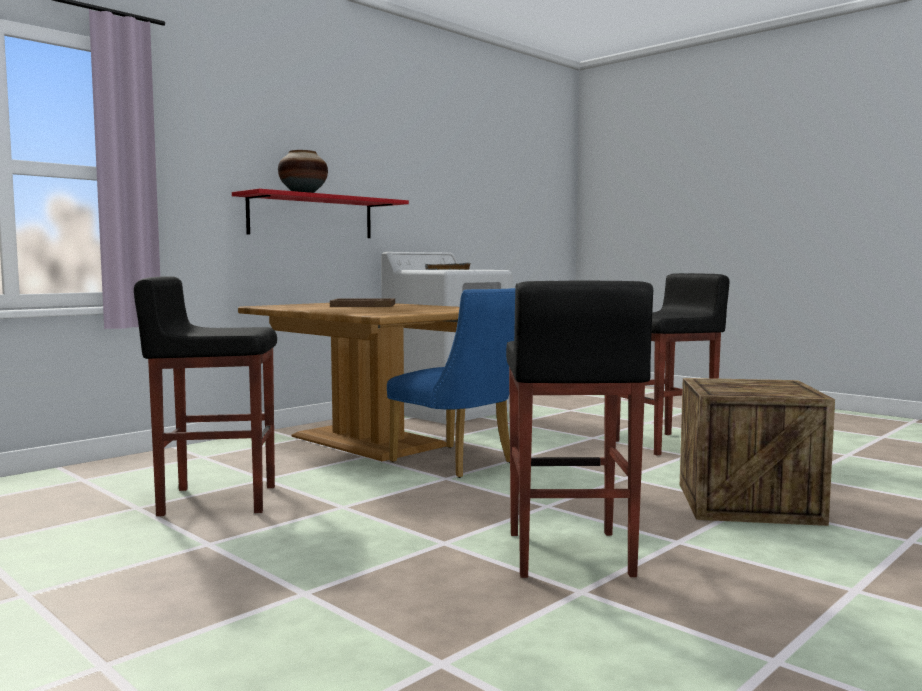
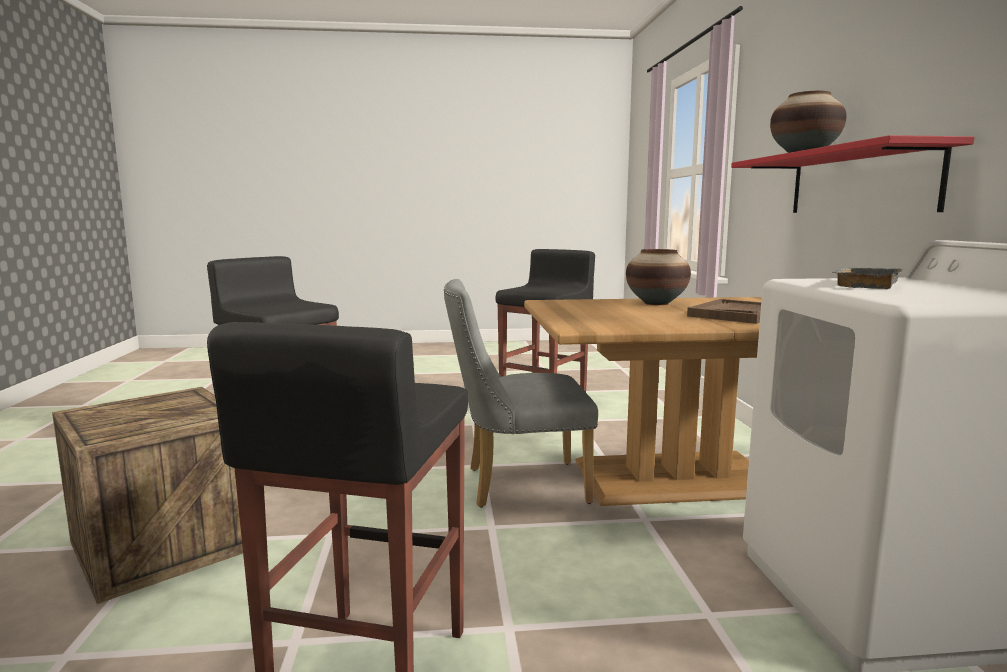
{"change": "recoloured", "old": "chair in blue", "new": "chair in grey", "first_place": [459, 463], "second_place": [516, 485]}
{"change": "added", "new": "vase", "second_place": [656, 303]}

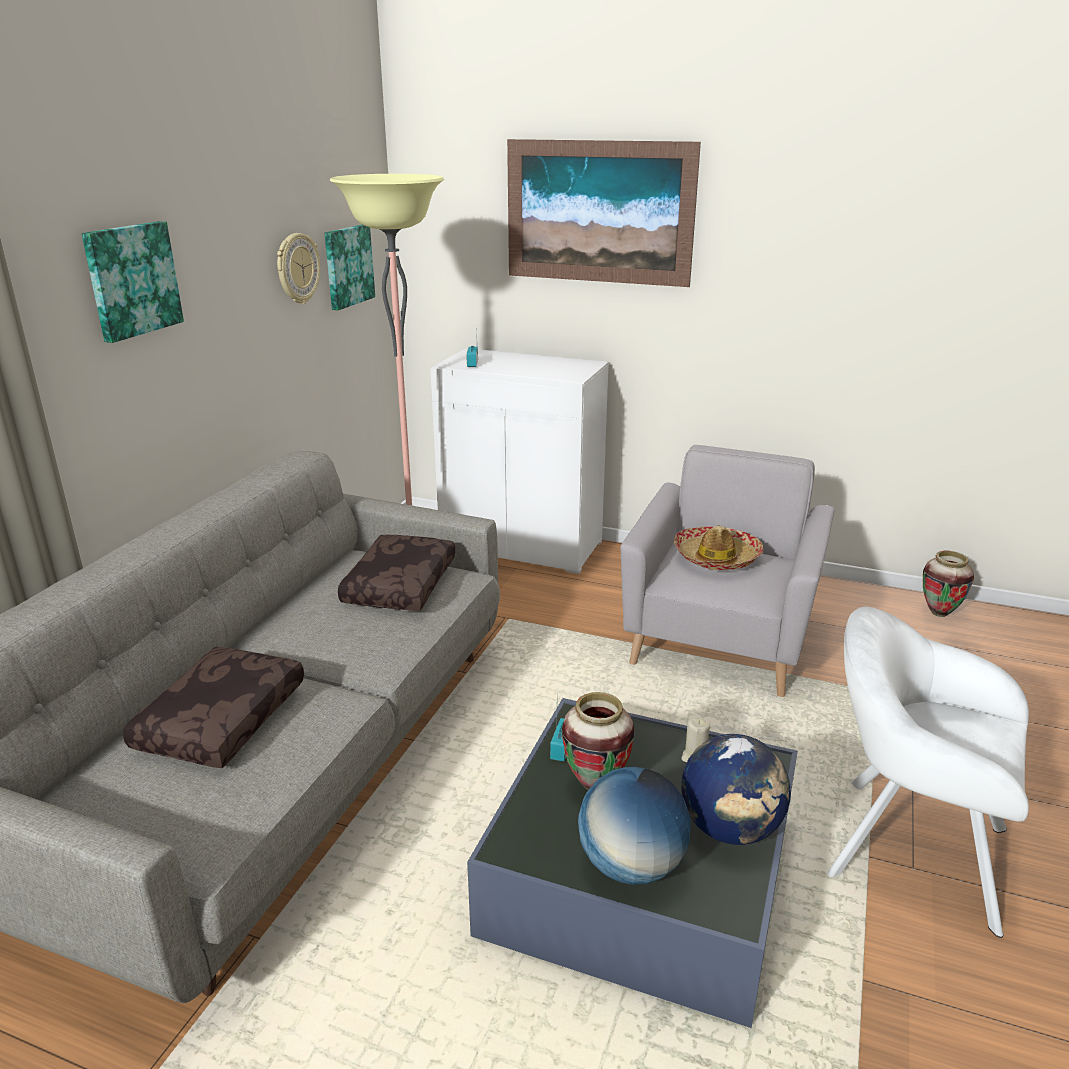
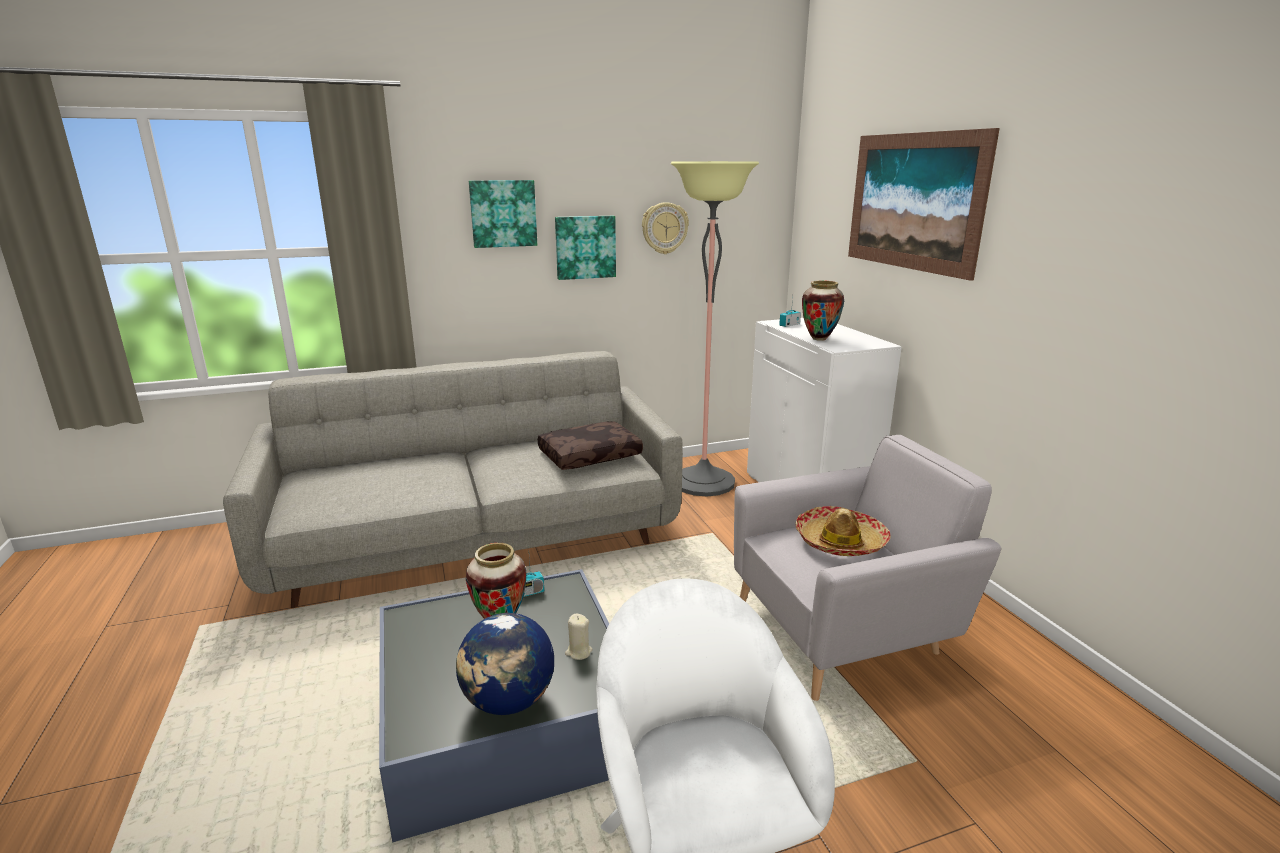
{"change": "moved", "old": "picture", "first_place": [347, 266], "second_place": [585, 247]}
{"change": "moved", "old": "vase", "first_place": [939, 613], "second_place": [819, 339]}
{"change": "removed", "old": "pillow in brown", "first_place": [220, 719]}
{"change": "removed", "old": "globe", "first_place": [631, 866]}

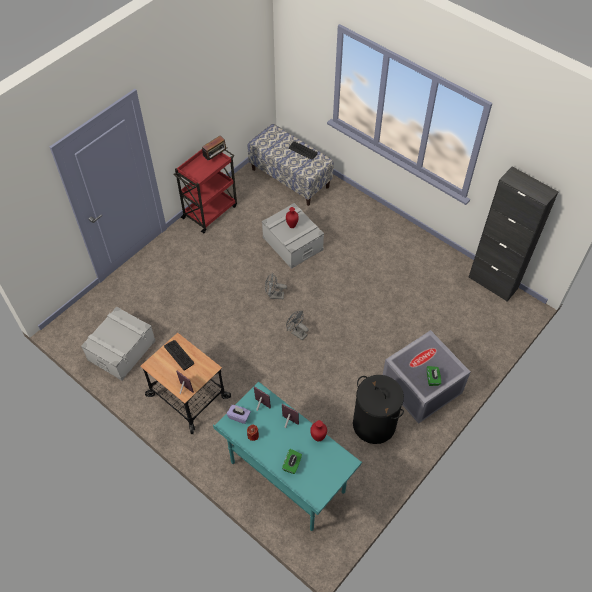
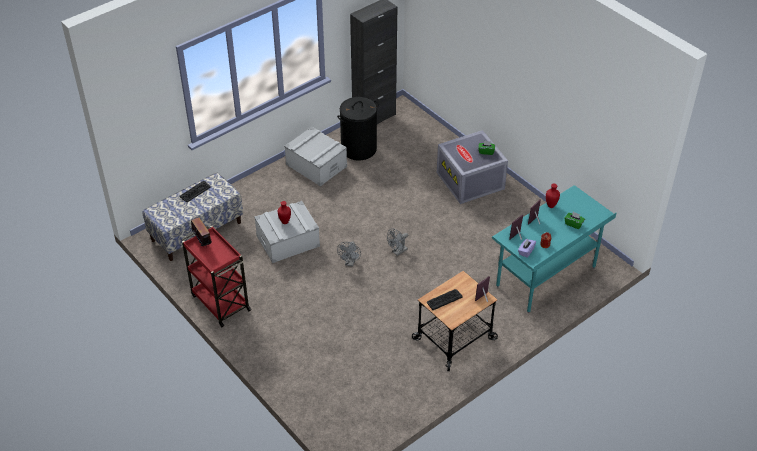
{"change": "moved", "old": "storage box in grey", "first_place": [121, 350], "second_place": [316, 165]}
{"change": "moved", "old": "laundry basket in black", "first_place": [374, 424], "second_place": [359, 149]}

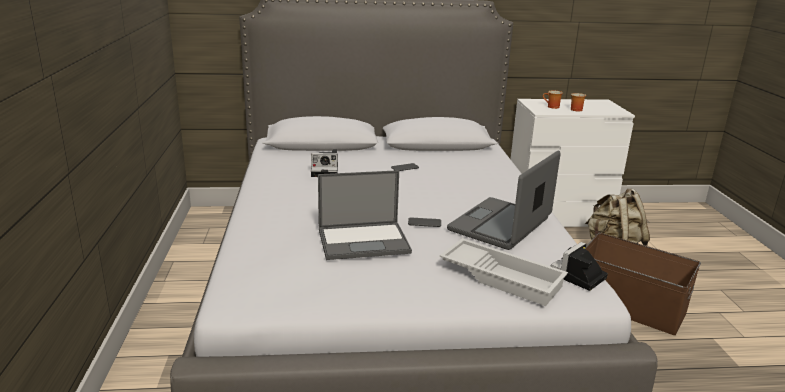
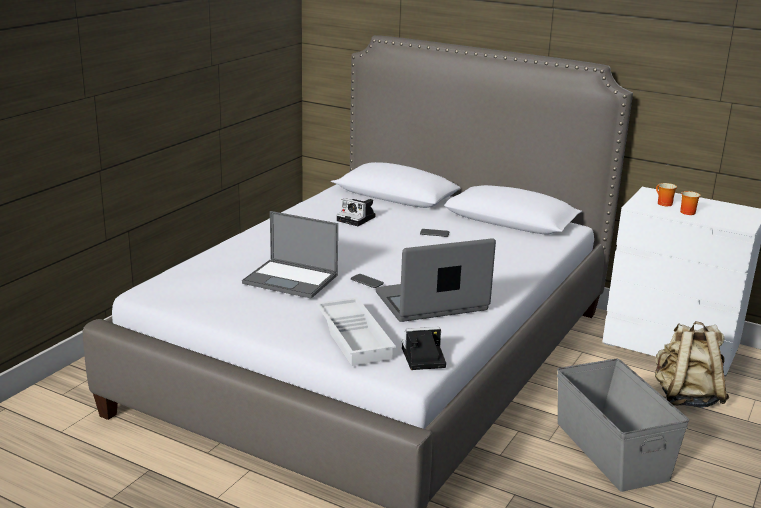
{"change": "recoloured", "old": "storage box in brown", "new": "storage box in grey", "first_place": [628, 306], "second_place": [611, 450]}

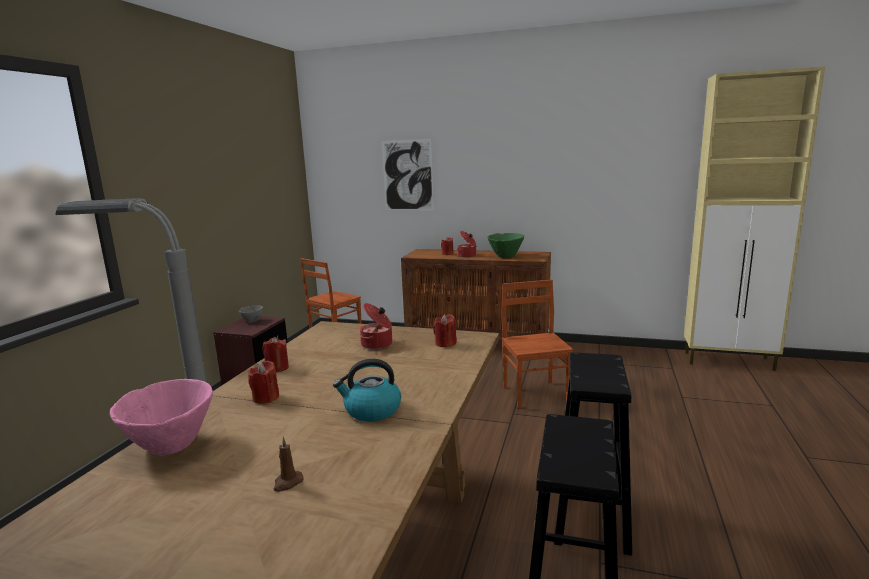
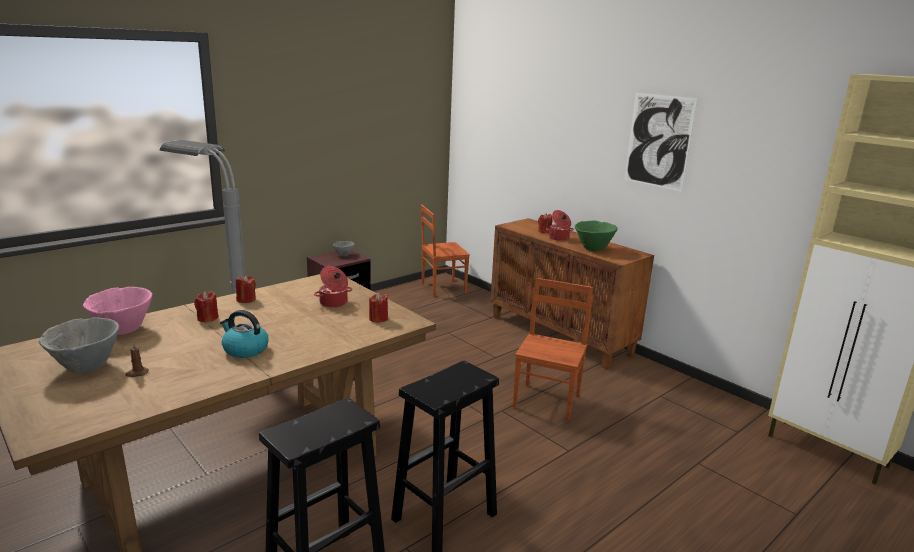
{"change": "moved", "old": "picture", "first_place": [407, 175], "second_place": [658, 141]}
{"change": "added", "new": "bowl in grey", "second_place": [86, 367]}

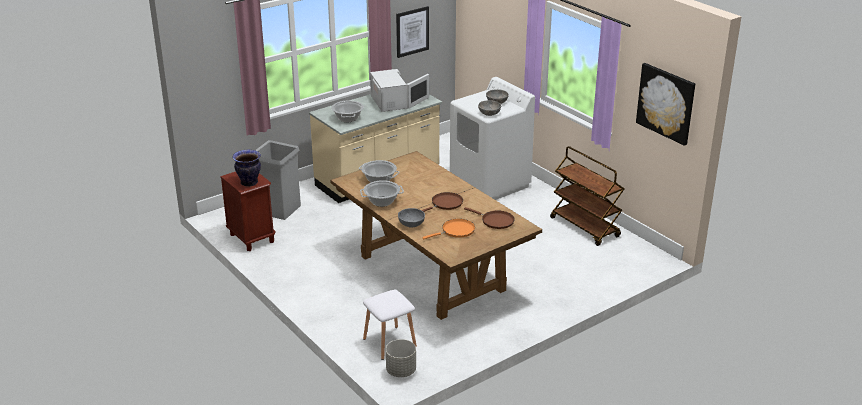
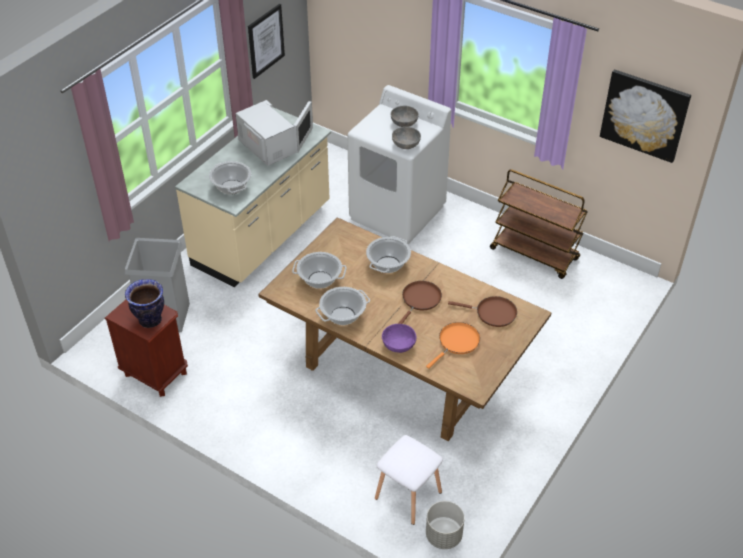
{"change": "recoloured", "old": "bowl in grey", "new": "bowl in purple", "first_place": [411, 224], "second_place": [398, 345]}
{"change": "added", "new": "cooking pot", "second_place": [388, 264]}

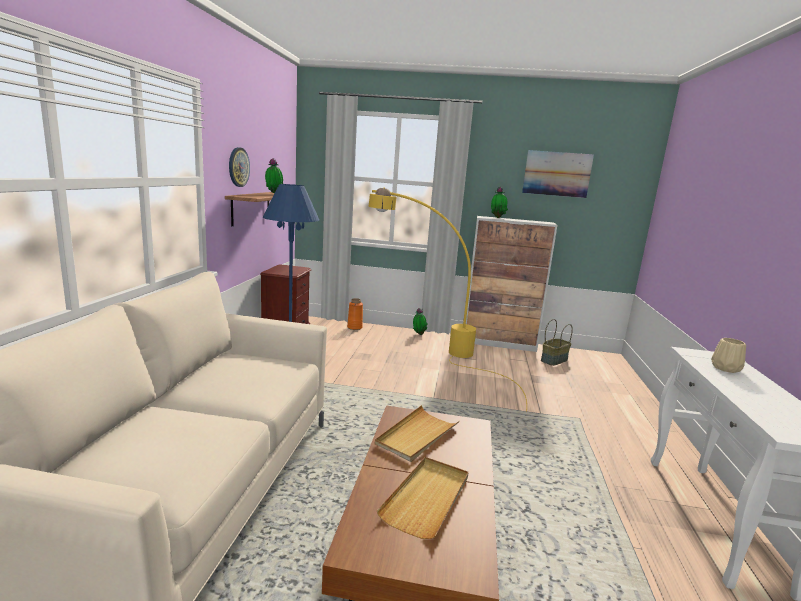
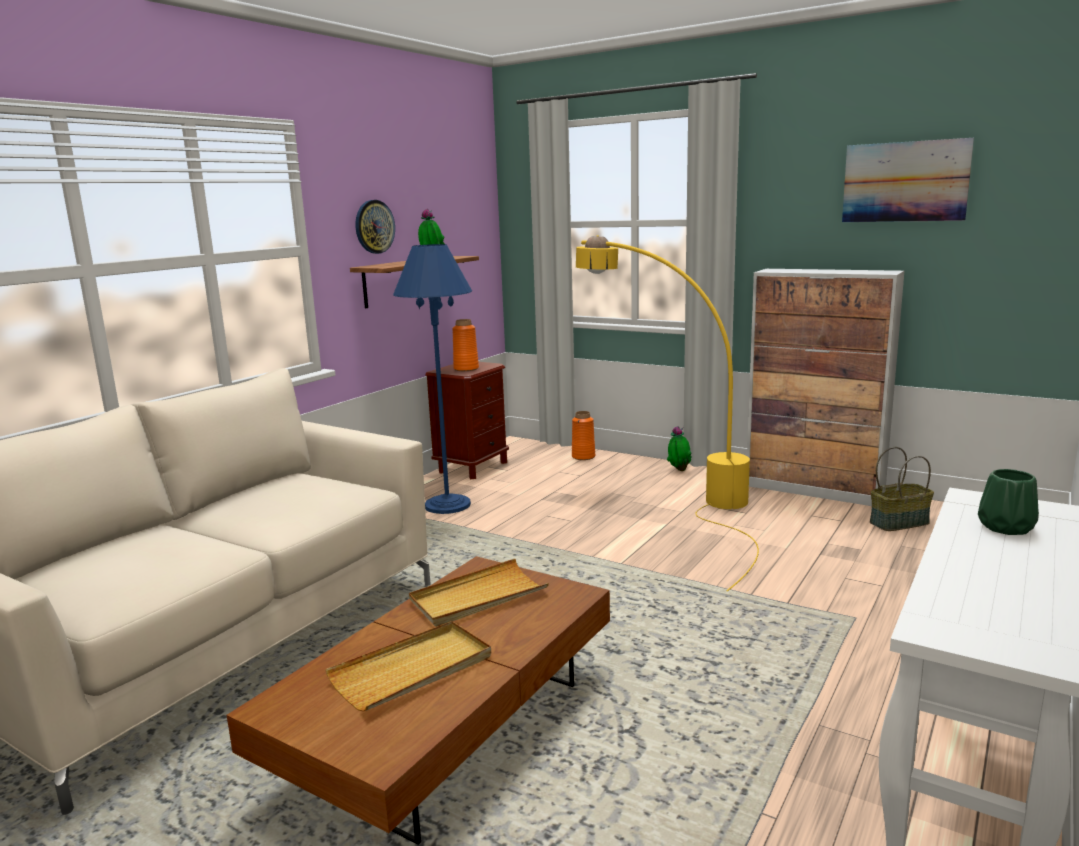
{"change": "removed", "old": "potted plant", "first_place": [497, 217]}
{"change": "recoloured", "old": "vase in beige", "new": "vase in green", "first_place": [725, 368], "second_place": [1006, 527]}
{"change": "added", "new": "vase in orange", "second_place": [466, 369]}

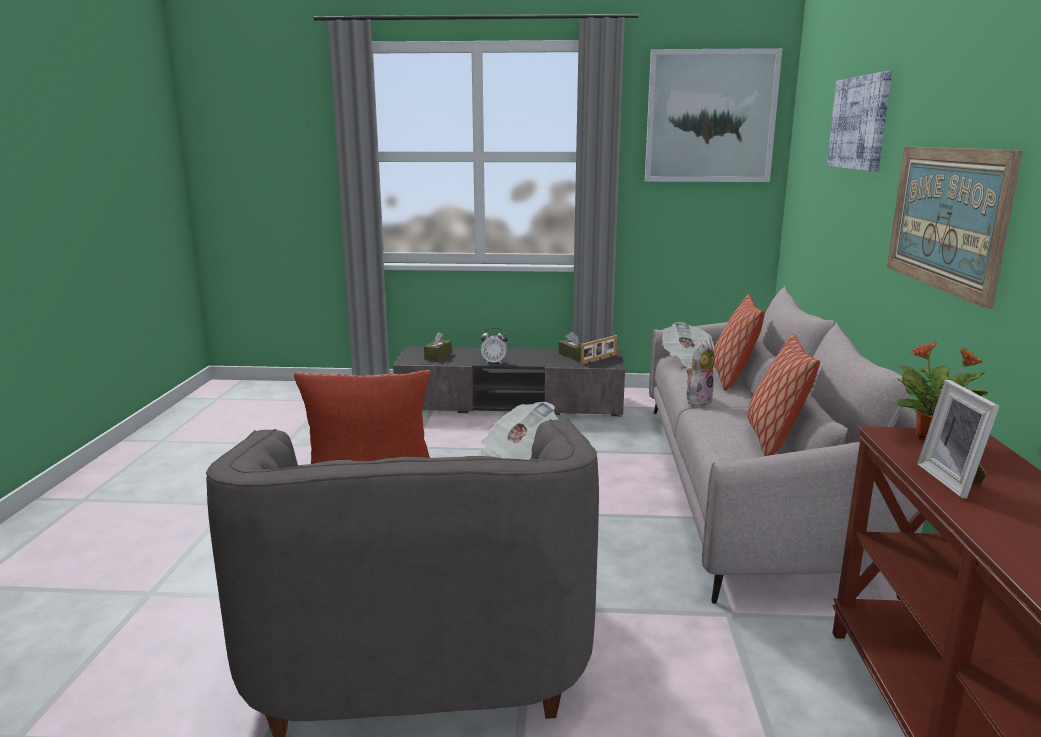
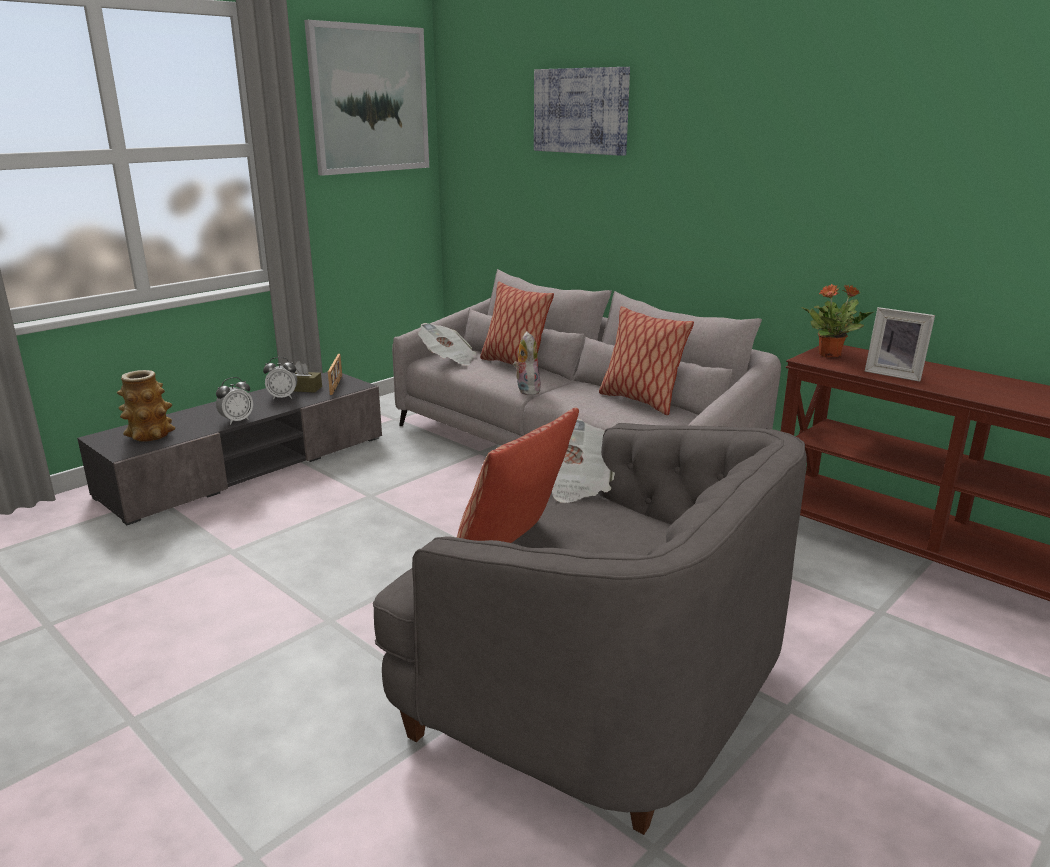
{"change": "removed", "old": "picture", "first_place": [946, 218]}
{"change": "replaced", "old": "tissue box in brown", "new": "vase", "first_place": [438, 356], "second_place": [150, 435]}
{"change": "added", "new": "alarm clock", "second_place": [283, 397]}

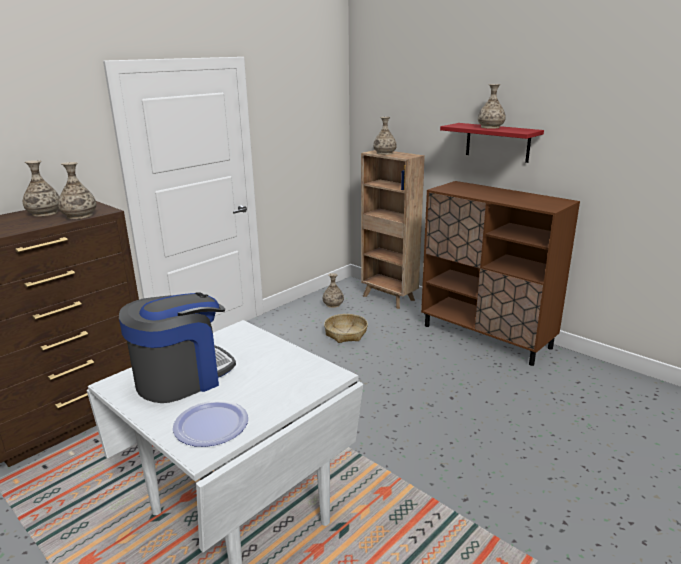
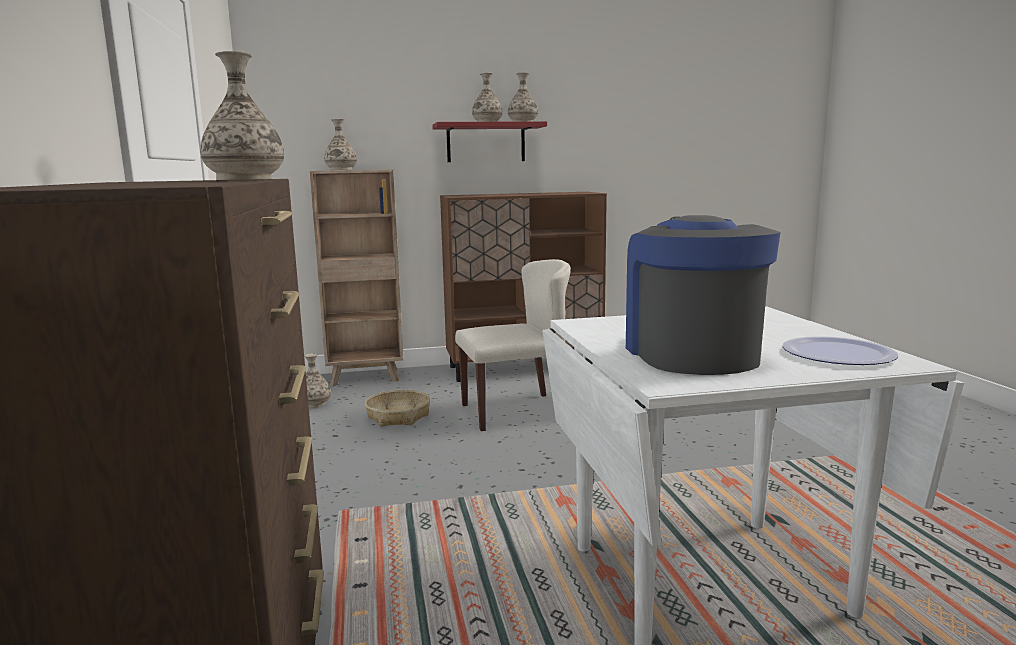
{"change": "moved", "old": "vase", "first_place": [45, 213], "second_place": [523, 122]}
{"change": "added", "new": "chair in beige", "second_place": [516, 411]}

